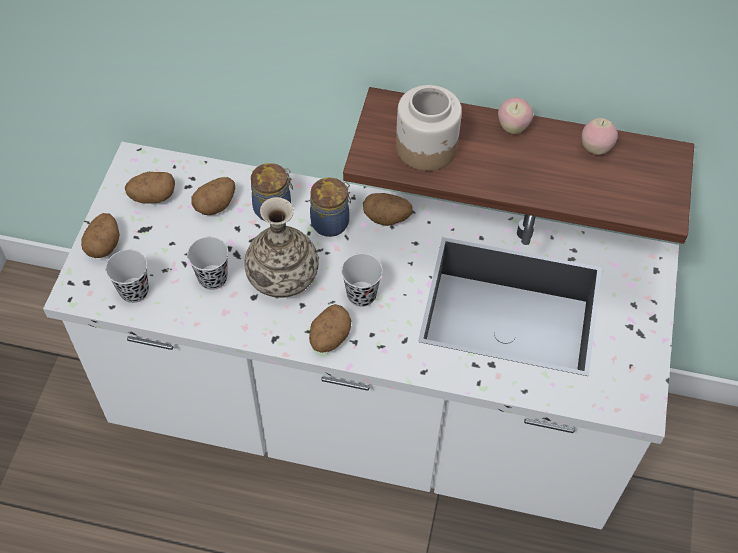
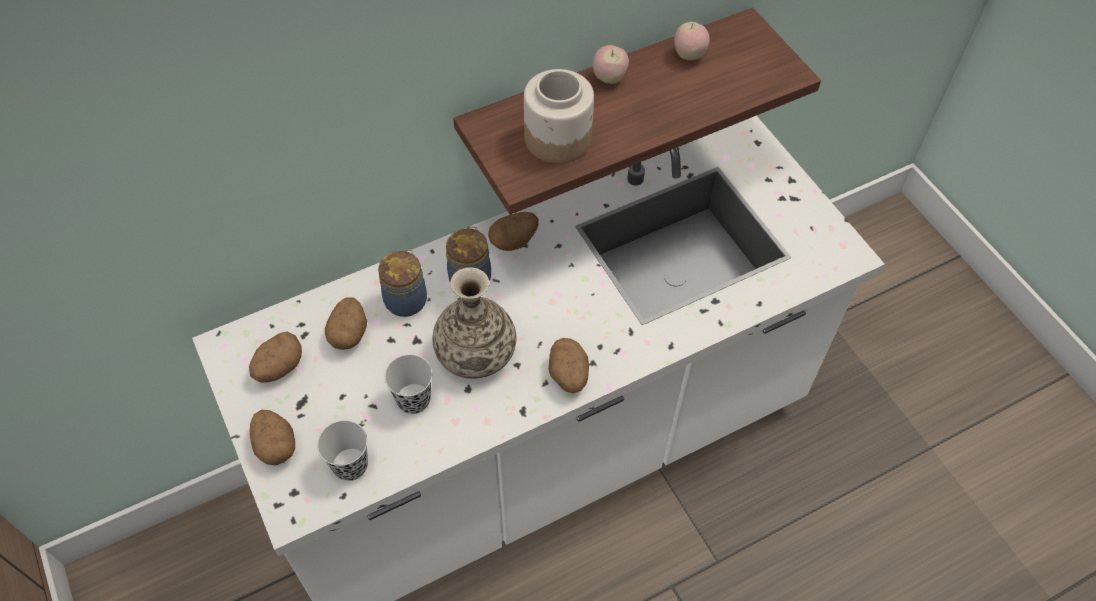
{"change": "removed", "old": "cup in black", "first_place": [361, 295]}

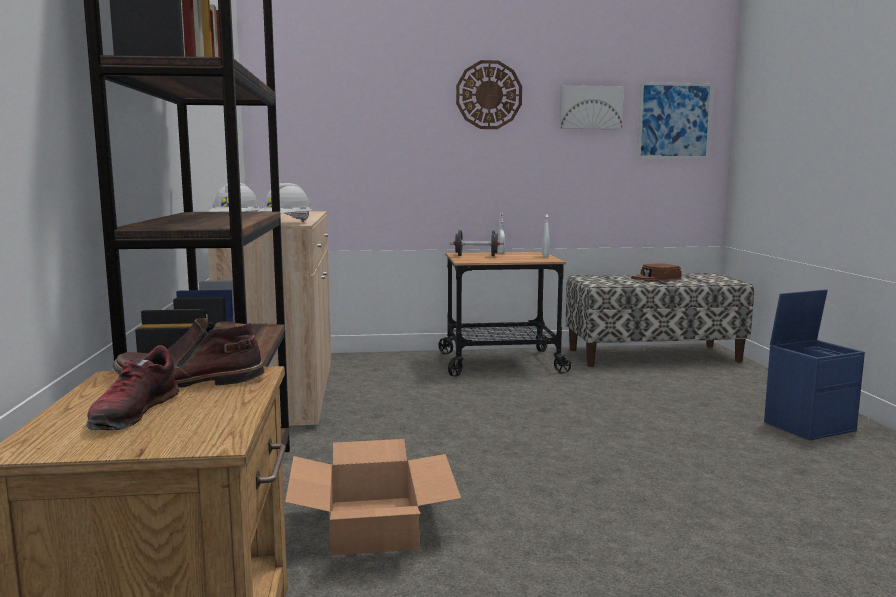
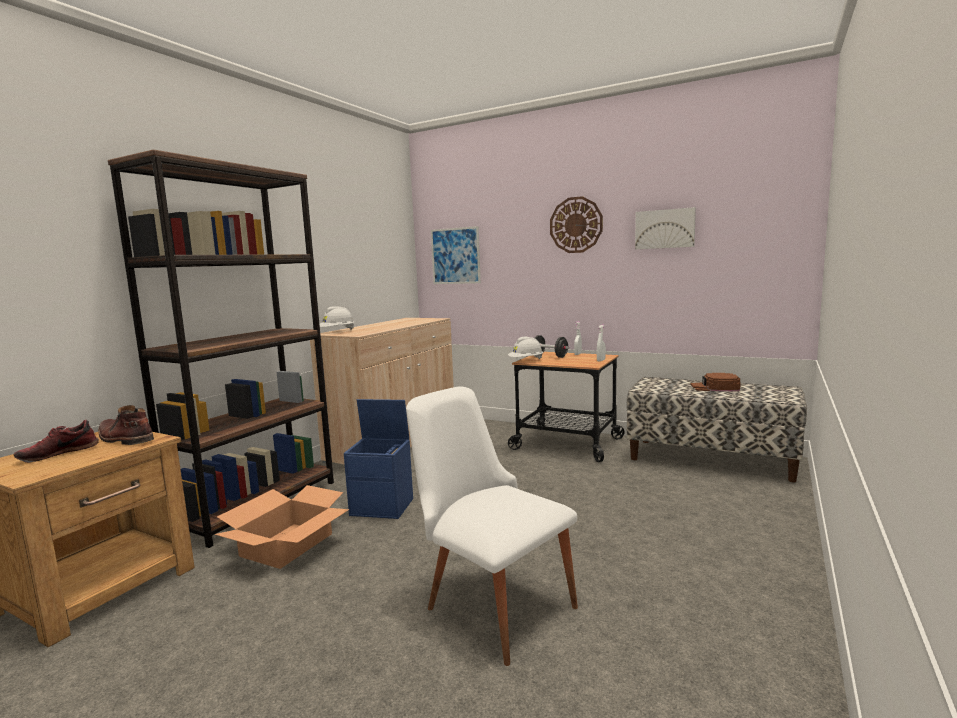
{"change": "moved", "old": "picture", "first_place": [674, 121], "second_place": [455, 256]}
{"change": "moved", "old": "hard hat in white", "first_place": [286, 223], "second_place": [526, 361]}
{"change": "moved", "old": "storage box in blue", "first_place": [809, 426], "second_place": [383, 506]}
{"change": "added", "new": "chair in white", "second_place": [491, 601]}

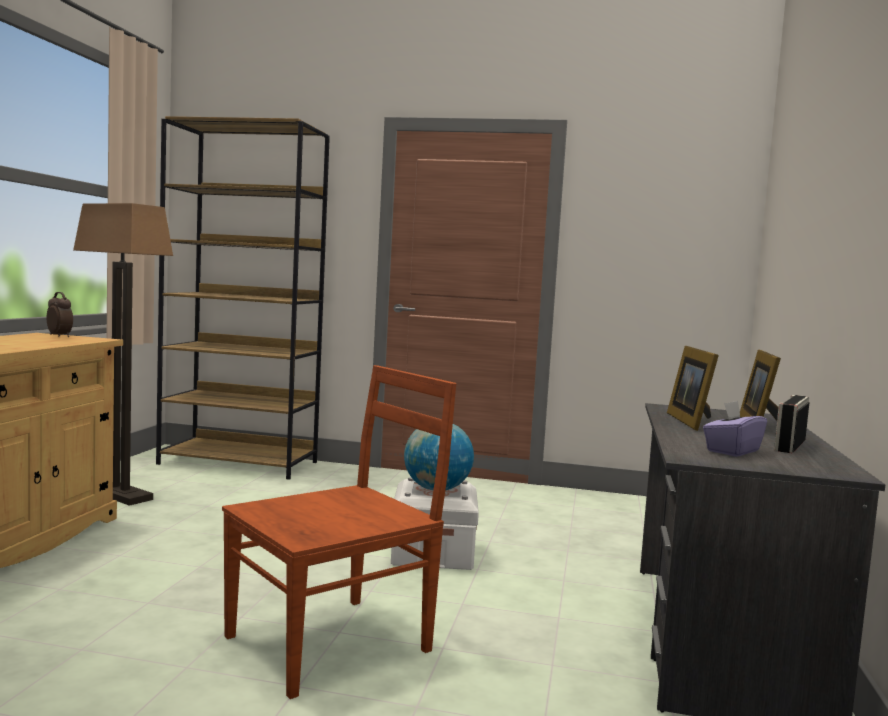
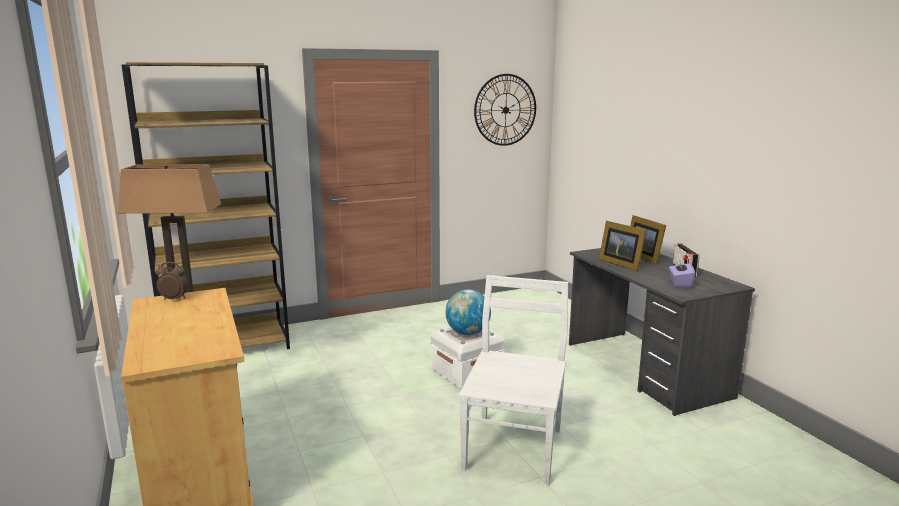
{"change": "recoloured", "old": "chair in brown", "new": "chair in white", "first_place": [333, 642], "second_place": [514, 447]}
{"change": "added", "new": "wall clock", "second_place": [505, 110]}

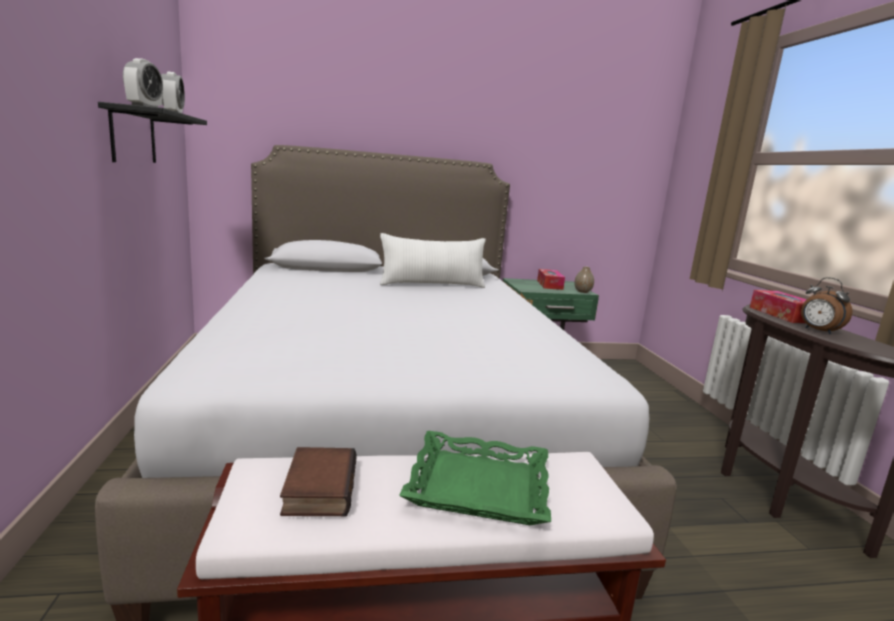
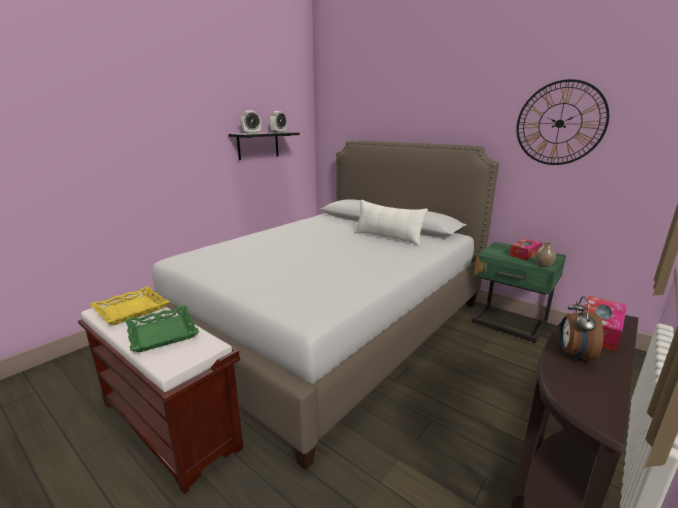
{"change": "replaced", "old": "book", "new": "tray in yellow", "first_place": [317, 488], "second_place": [131, 309]}
{"change": "added", "new": "wall clock", "second_place": [559, 123]}

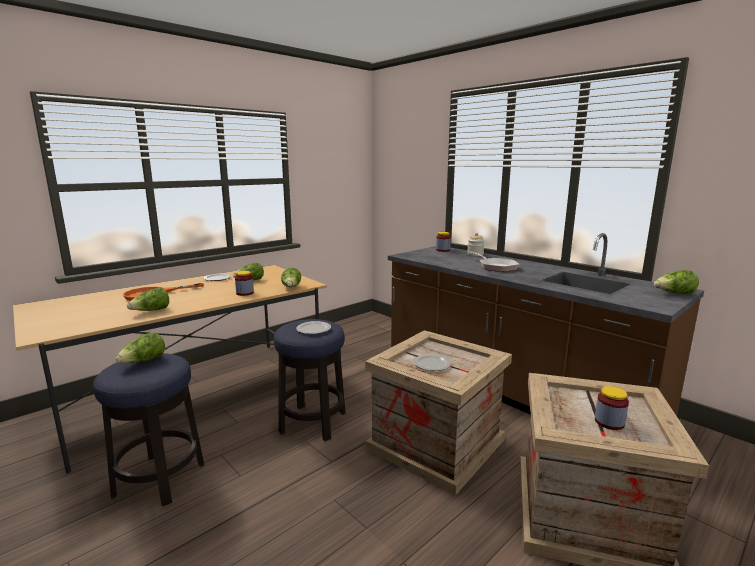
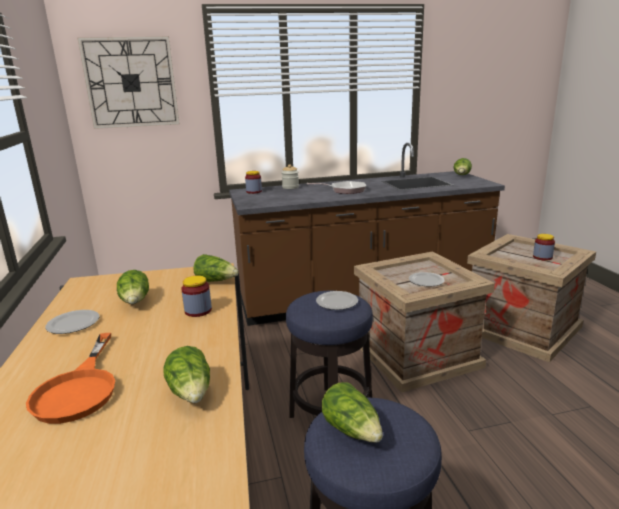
{"change": "added", "new": "wall clock", "second_place": [131, 83]}

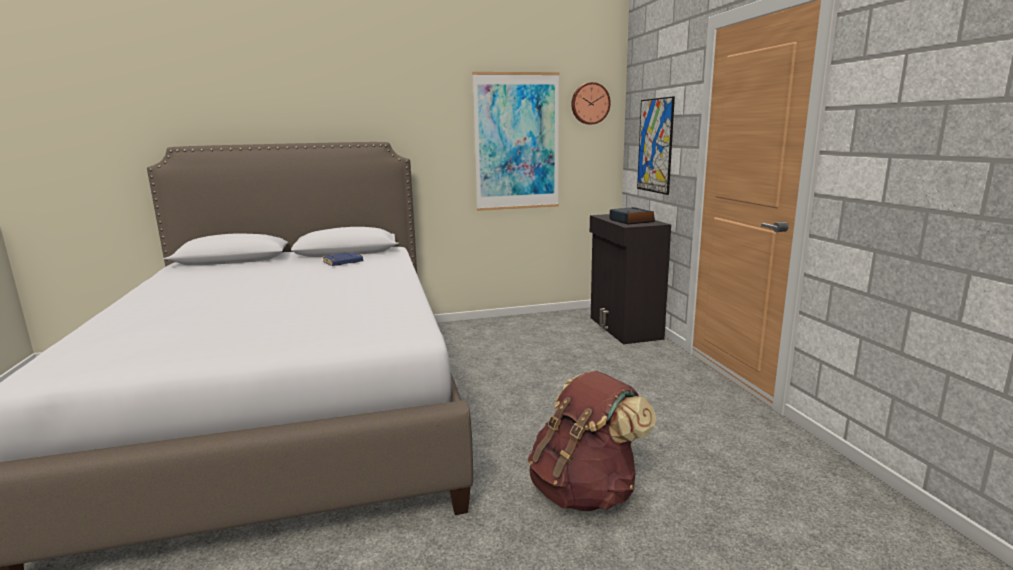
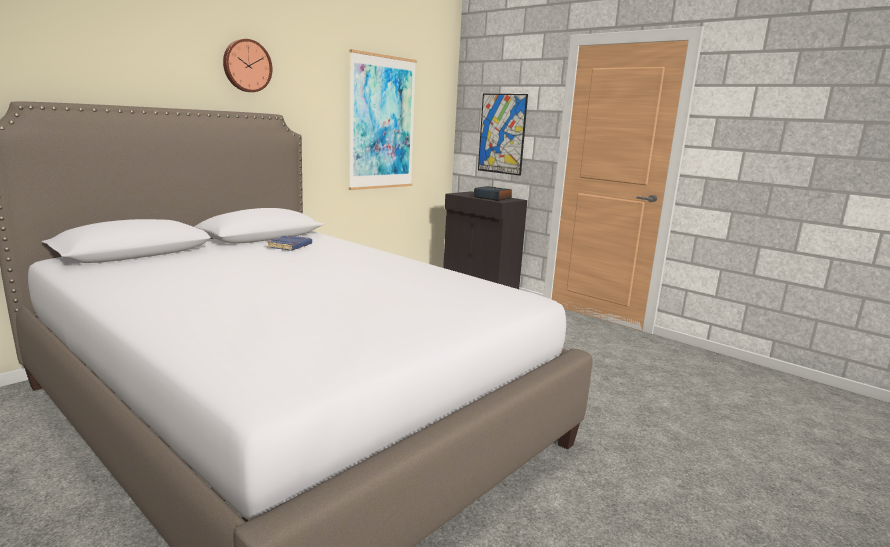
{"change": "moved", "old": "wall clock", "first_place": [590, 103], "second_place": [246, 66]}
{"change": "removed", "old": "backpack in brown", "first_place": [585, 491]}

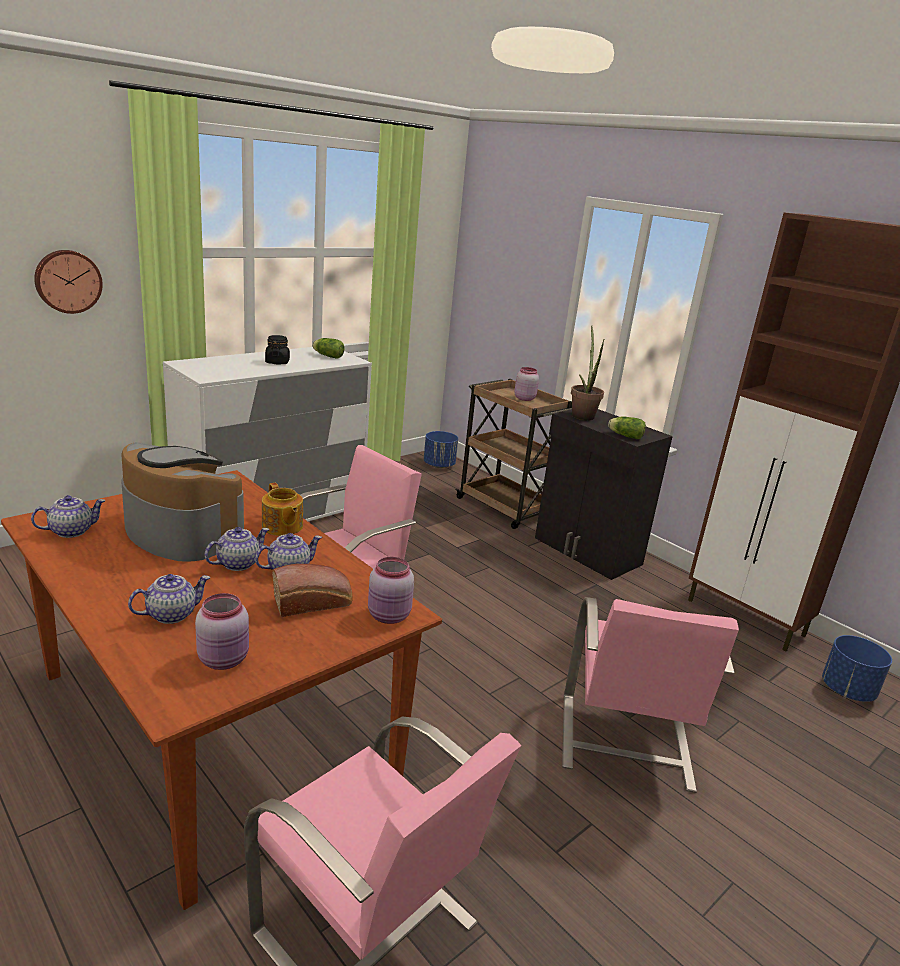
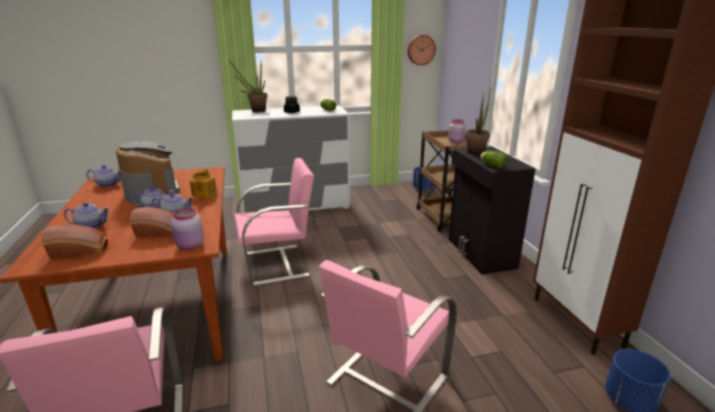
{"change": "moved", "old": "wall clock", "first_place": [68, 281], "second_place": [421, 50]}
{"change": "replaced", "old": "jar in pink", "new": "bread", "first_place": [225, 659], "second_place": [81, 250]}
{"change": "added", "new": "potted plant", "second_place": [255, 111]}

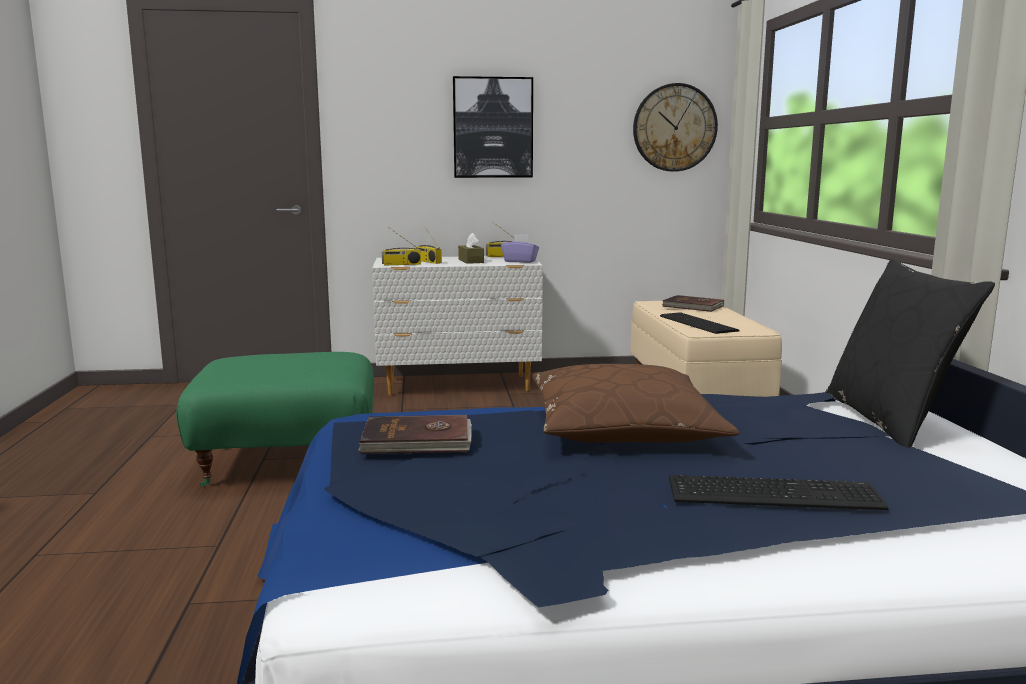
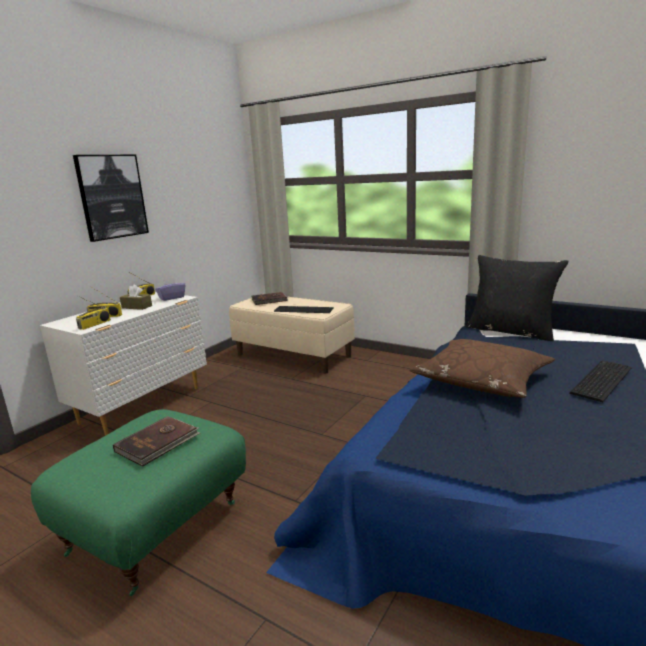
{"change": "removed", "old": "wall clock", "first_place": [674, 127]}
{"change": "moved", "old": "book in brown", "first_place": [417, 441], "second_place": [158, 443]}

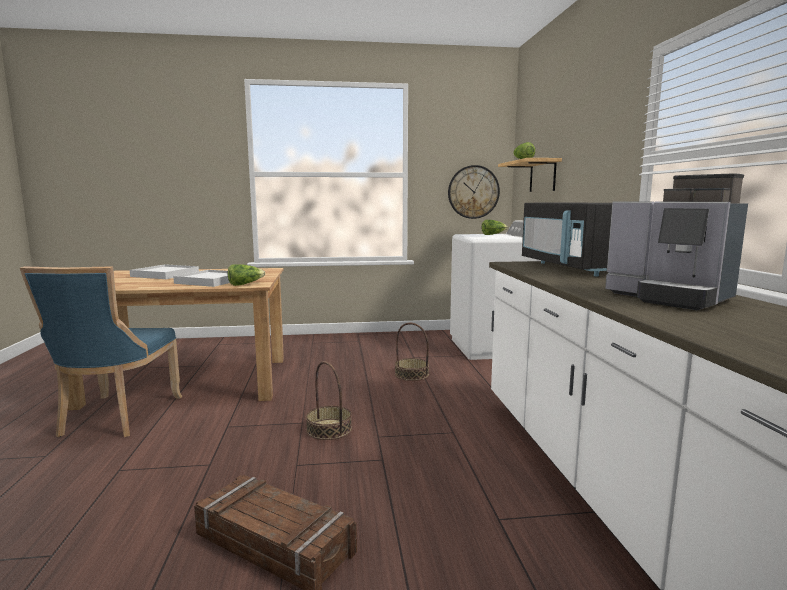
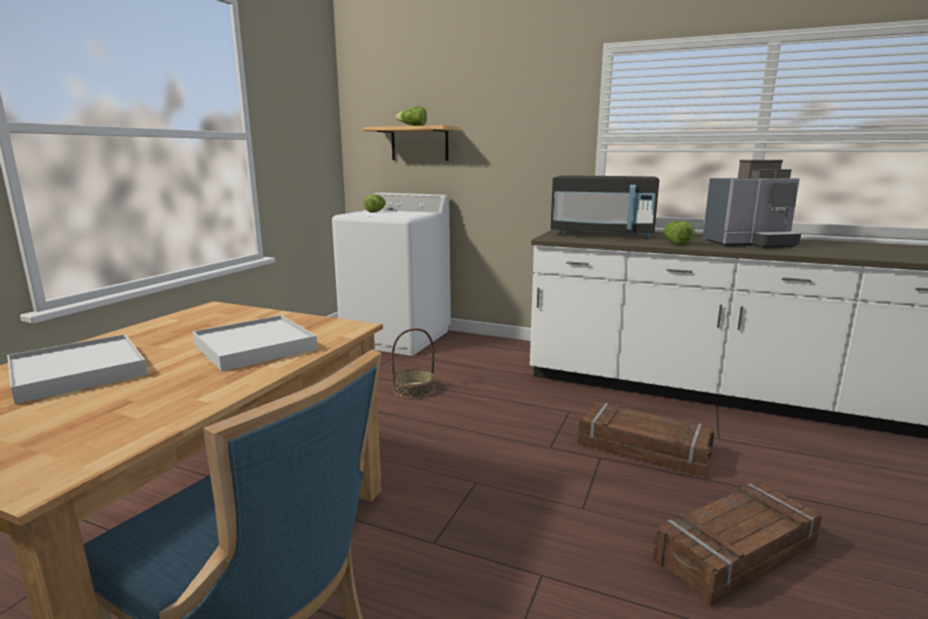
{"change": "removed", "old": "wall clock", "first_place": [473, 192]}
{"change": "moved", "old": "lettuce", "first_place": [245, 284], "second_place": [675, 243]}
{"change": "removed", "old": "basket", "first_place": [329, 429]}
{"change": "added", "new": "crate", "second_place": [643, 449]}

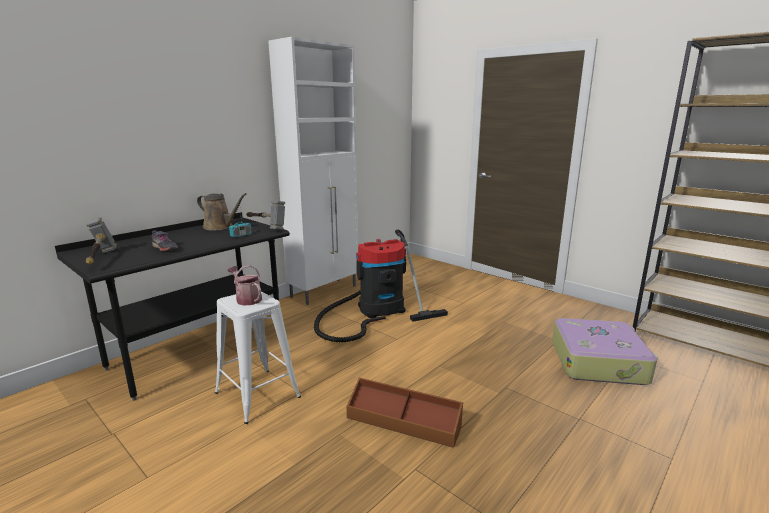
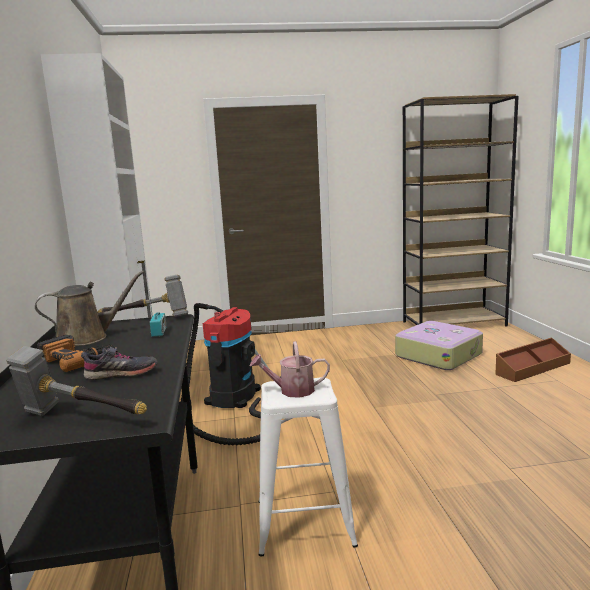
{"change": "moved", "old": "storage box in brown", "first_place": [403, 421], "second_place": [532, 368]}
{"change": "added", "new": "power drill", "second_place": [77, 359]}

